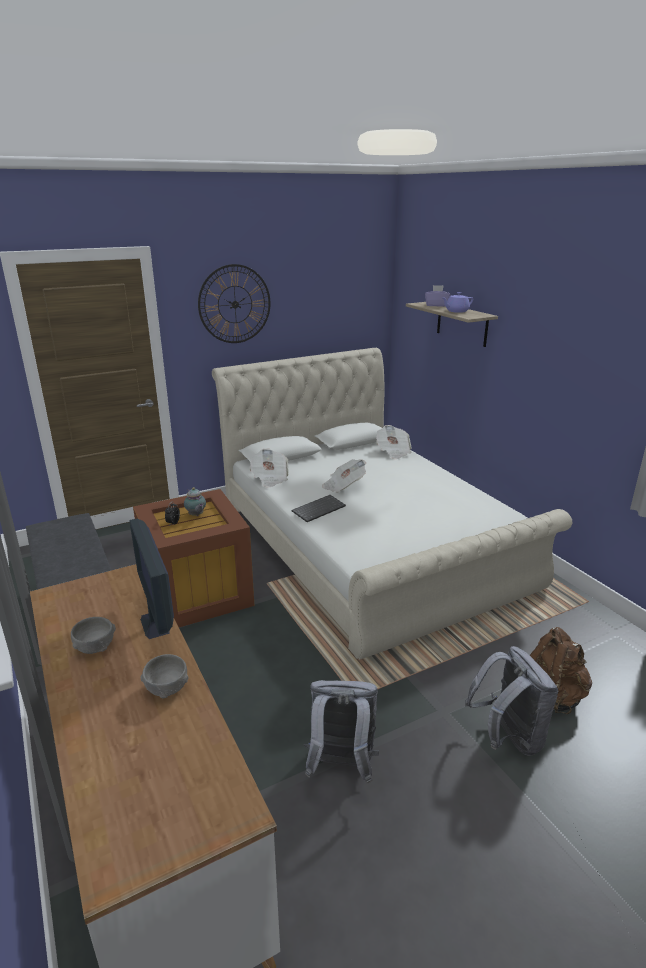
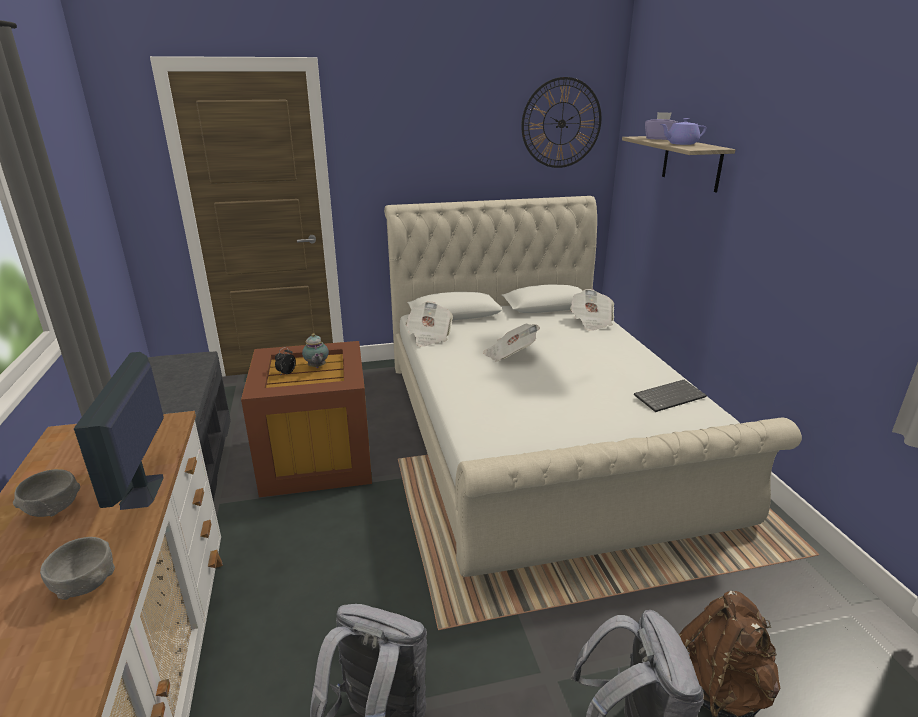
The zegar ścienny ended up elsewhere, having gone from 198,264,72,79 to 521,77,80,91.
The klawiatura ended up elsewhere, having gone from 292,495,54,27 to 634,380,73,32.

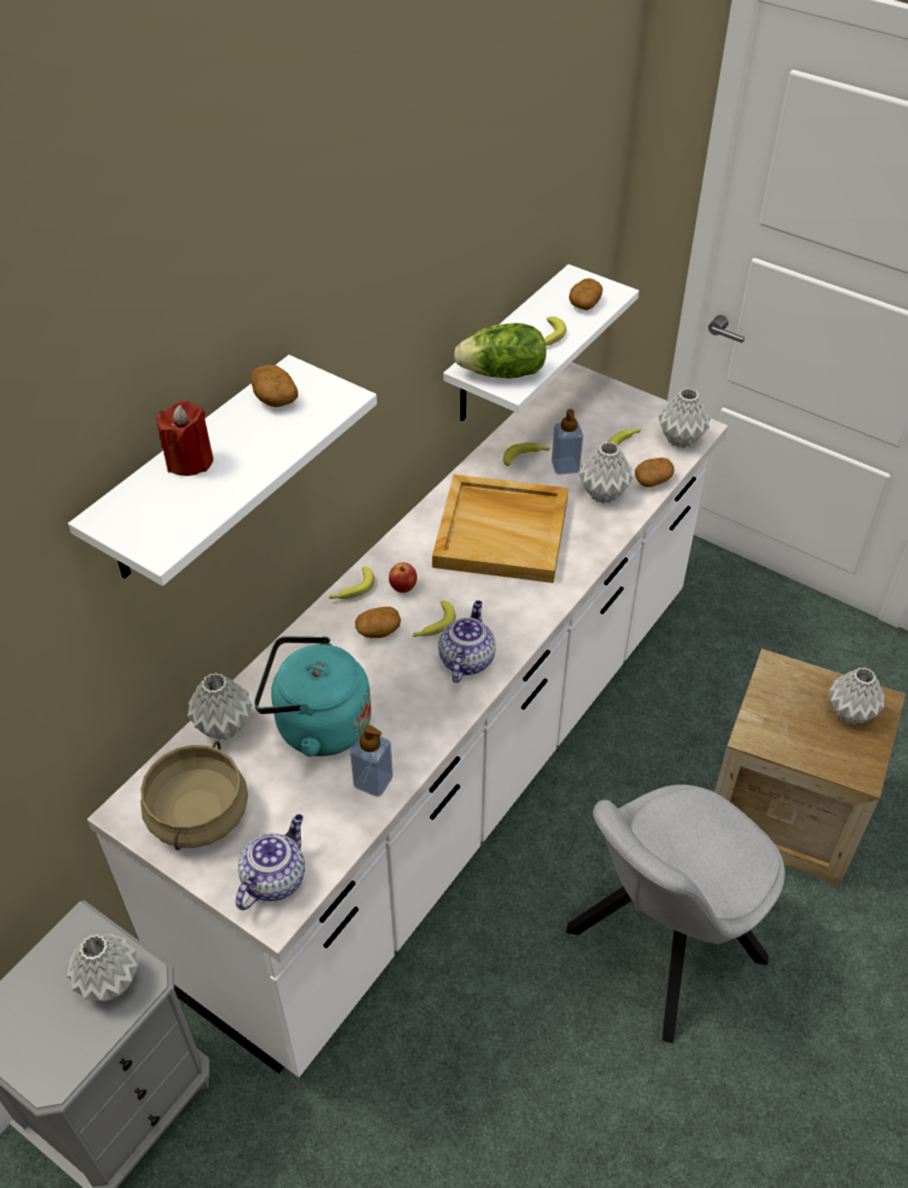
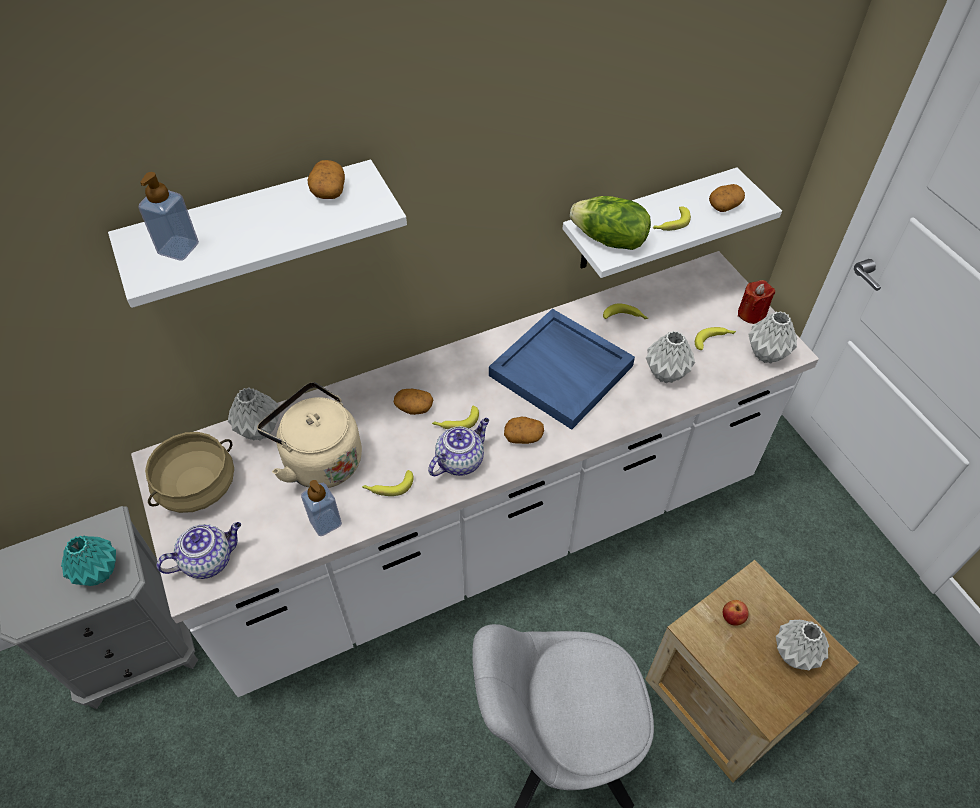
The świeca/czerwony ended up elsewhere, having gone from 157,401,56,75 to 738,280,37,44.
The dozownik mydła ended up elsewhere, having gone from 552,409,31,66 to 138,172,61,89.
The ziemniak ended up elsewhere, having gone from 635,458,39,29 to 504,417,40,27.
What was the taca/beżowy at 432,474,136,109 turned into the taca/niebieski at 489,309,146,121.
The jabłko ended up elsewhere, having gone from 389,562,28,31 to 723,600,26,26.
The banan ended up elsewhere, having gone from 329,567,45,32 to 362,470,52,26.
What was the czajnik/turkusowy at 254,636,117,121 turned into the czajnik/beżowy at 257,382,105,106.
What was the wazon/szary at 67,934,71,67 turned into the wazon/turkusowy at 61,536,55,50.

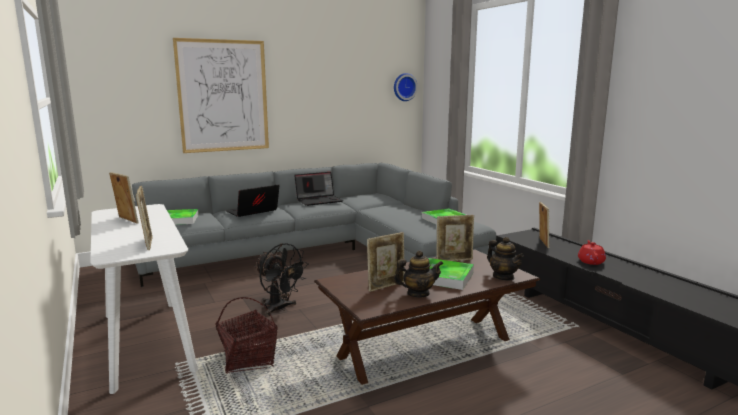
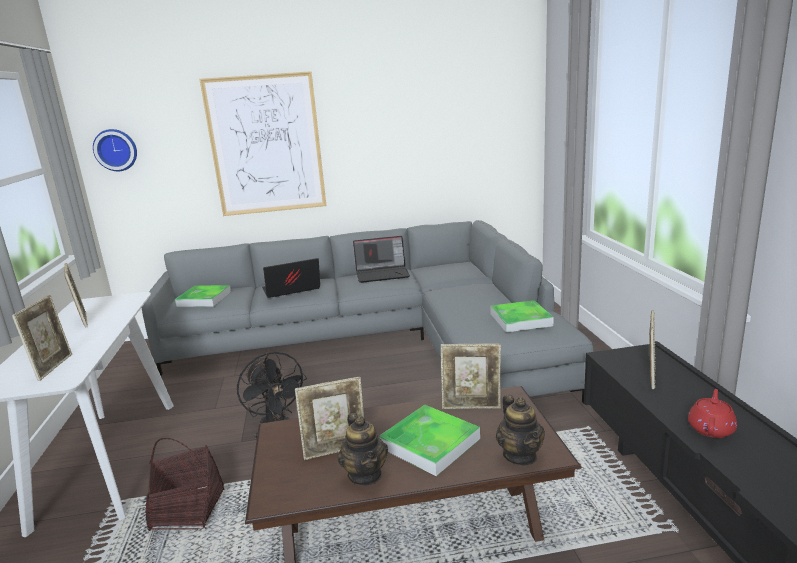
The zegar ścienny ended up elsewhere, having gone from 394,73,24,28 to 93,129,44,42.
The imbryk at 393,250,51,48 ended up facing another way, 60 degrees clockwise from before.

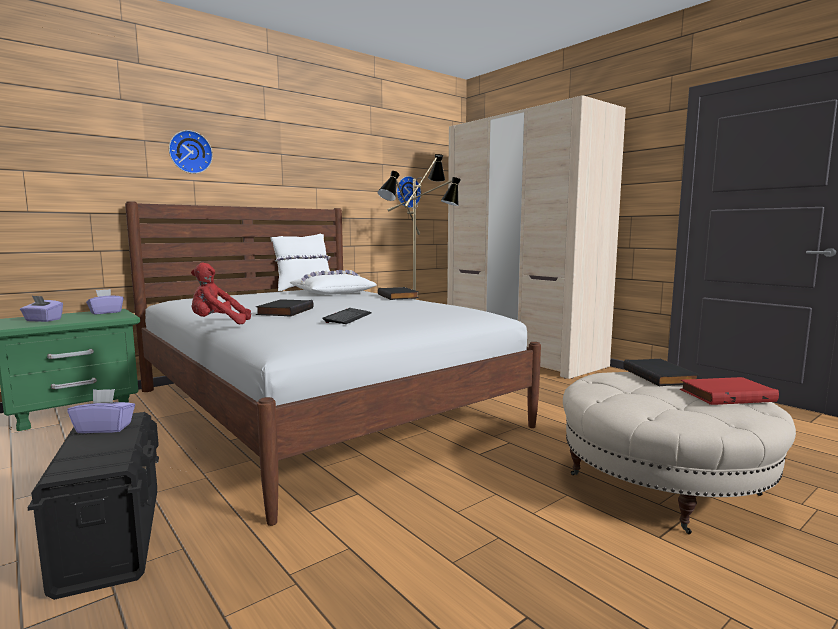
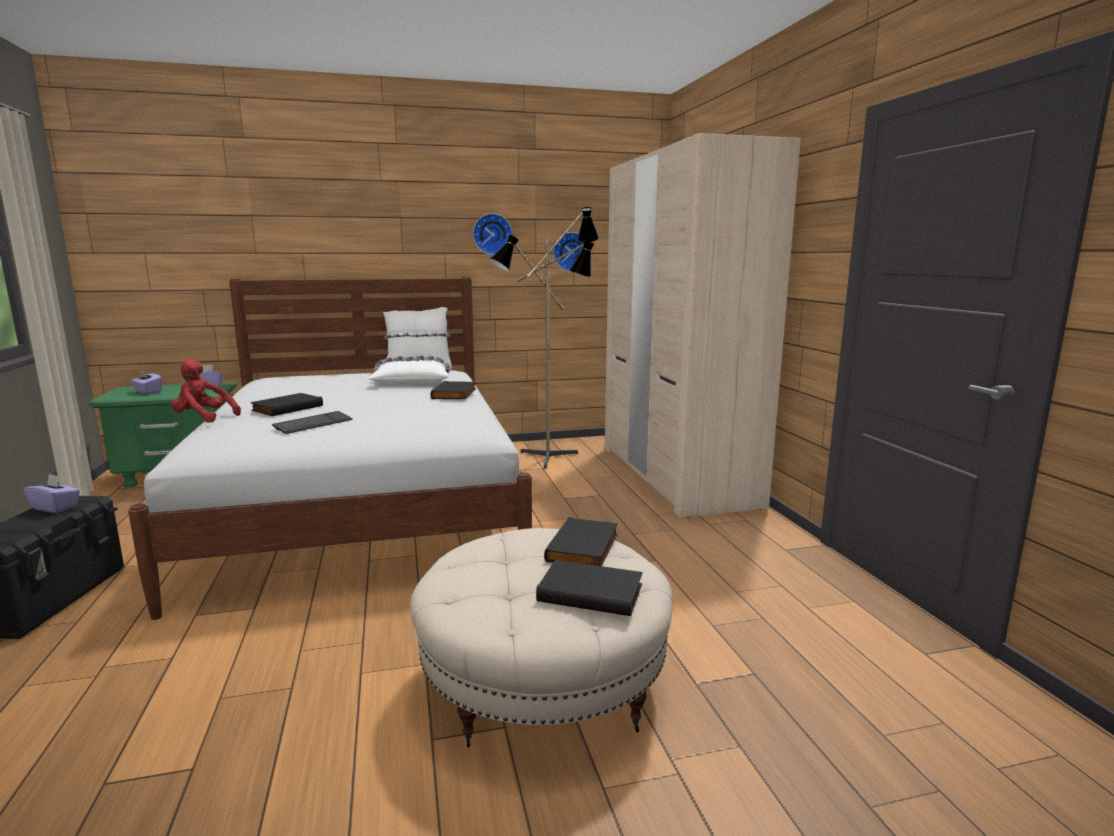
The zegar ścienny ended up elsewhere, having gone from 169,130,44,44 to 473,213,40,42.
What was the książka/czerwony at 680,377,99,28 turned into the książka/czarny at 536,560,107,56.

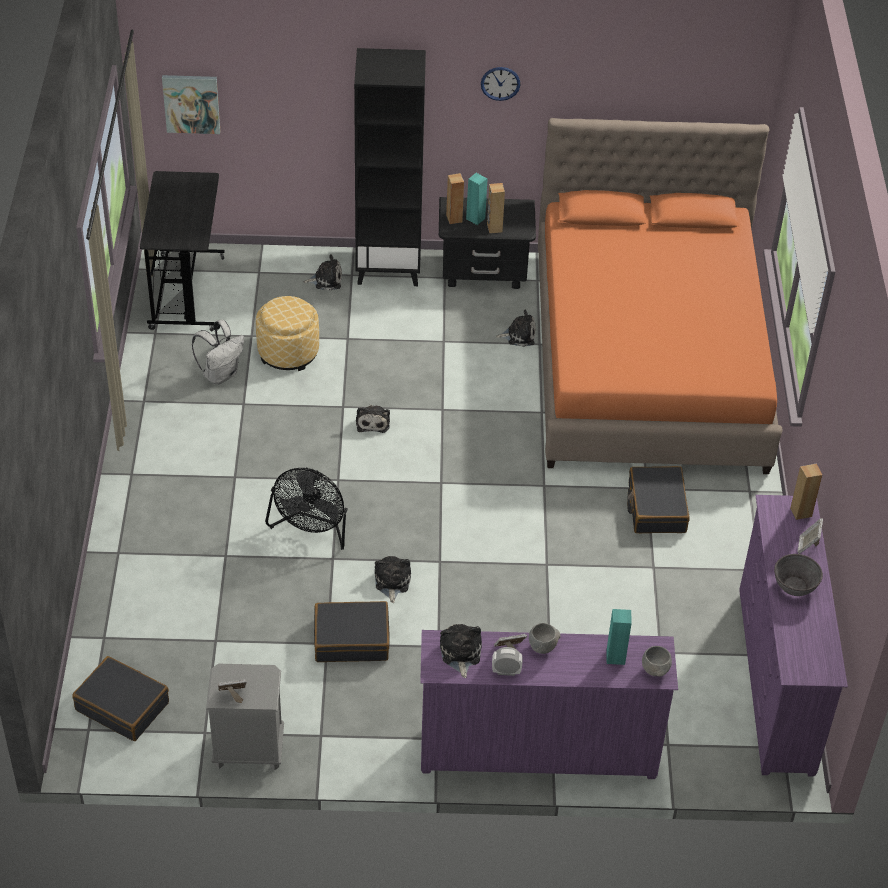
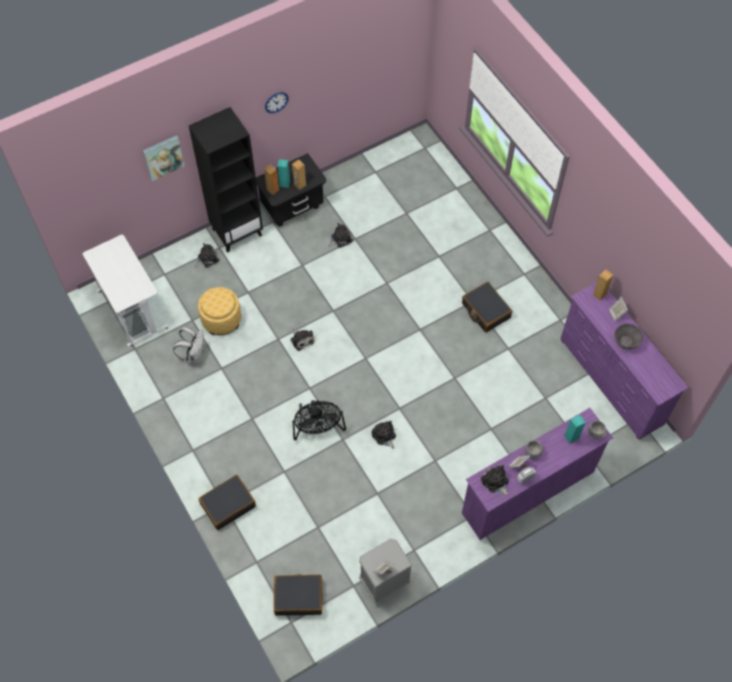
The obraz ended up elsewhere, having gone from 162,75,58,59 to 143,135,42,46.
The second view lost the łóżko/pomarańczowy at 538,118,245,356.
What was the biurko/czarny at 140,171,85,161 turned into the biurko/biały at 83,235,85,113.
The walizka/czarny ended up elsewhere, having gone from 314,601,76,61 to 198,475,58,55.

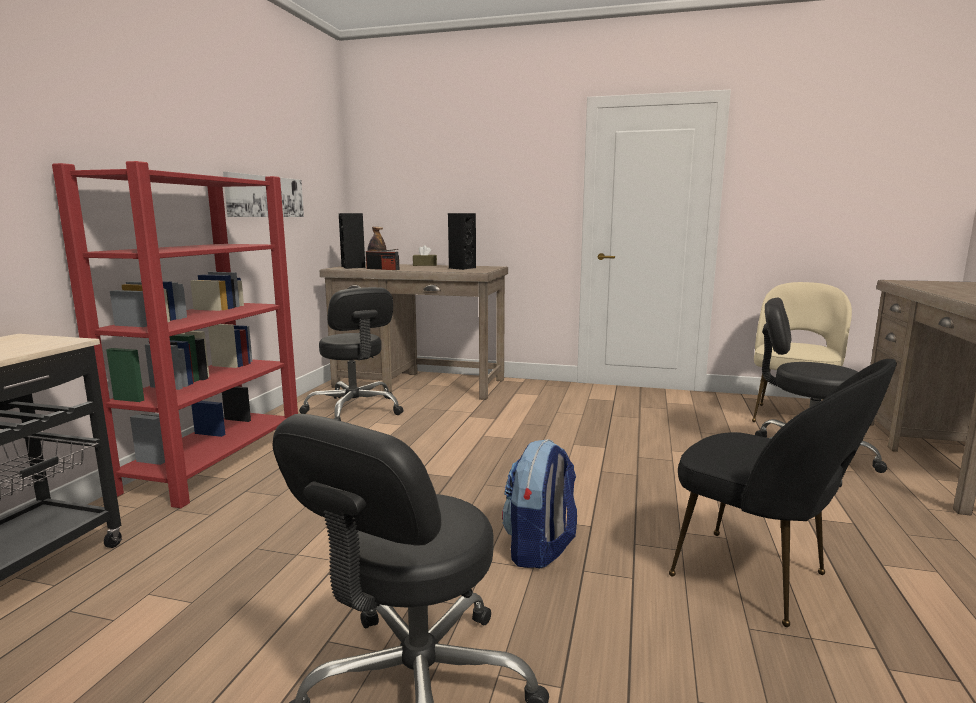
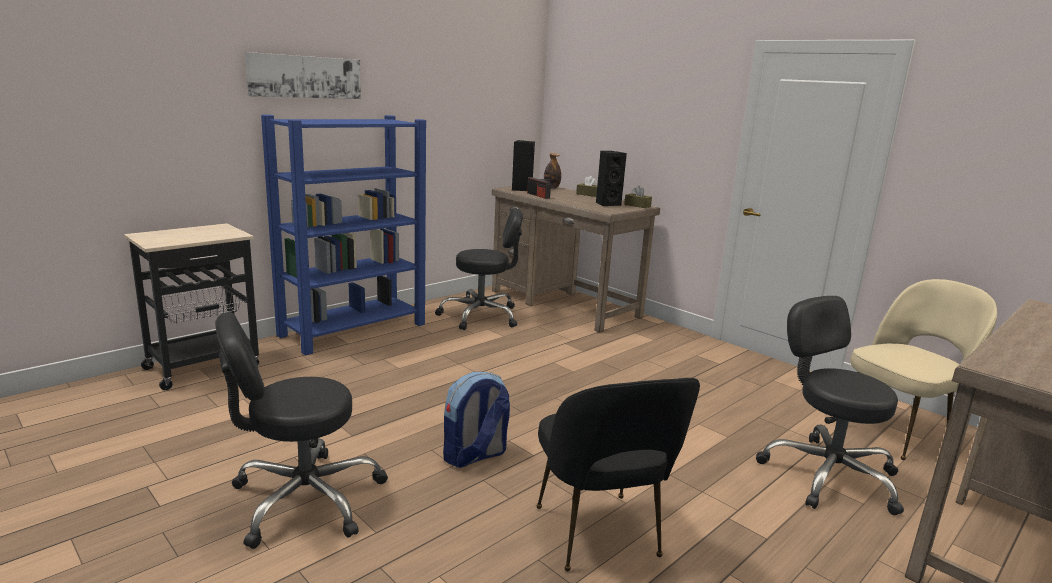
What was the regał/czerwony at 52,161,246,347 turned into the regał/niebieski at 261,115,165,240.
The obraz ended up elsewhere, having gone from 223,172,81,45 to 245,52,116,47.
The krzesło biurowe/czarny at 299,287,105,134 ended up facing another way, 90 degrees counterclockwise from before.
The second view gained the pudełko chusteczek/brązowy at 624,186,28,22.

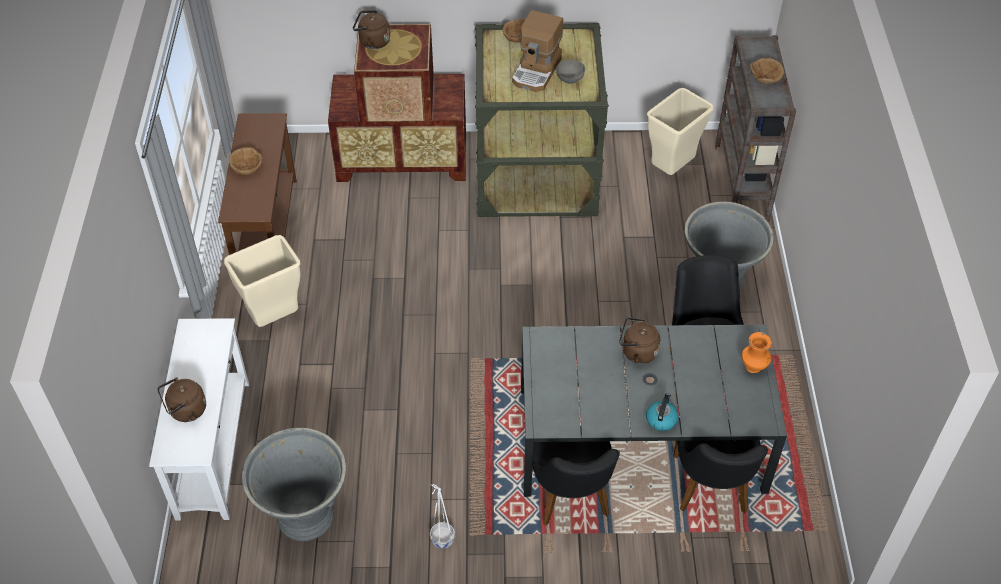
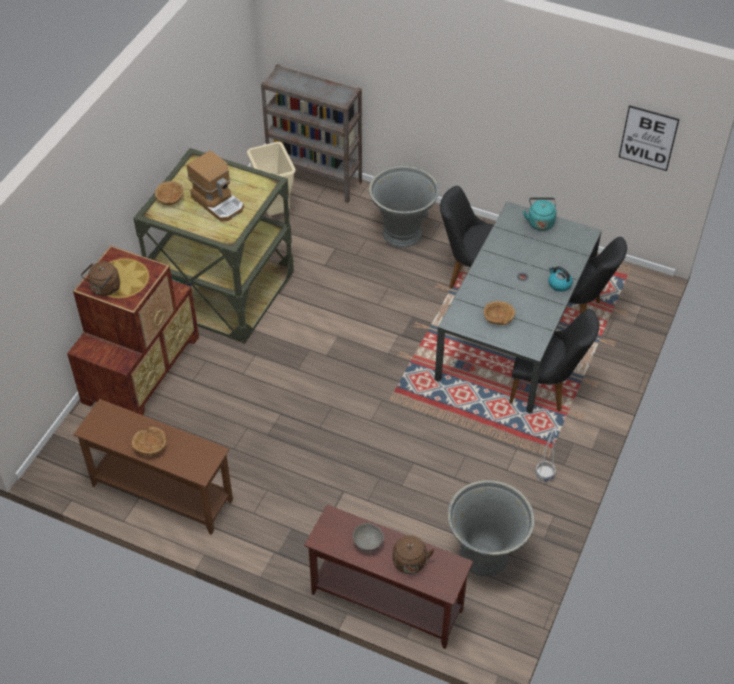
The miska/brązowy ended up elsewhere, having gone from 750,58,34,26 to 483,301,32,24.
The miska/szary ended up elsewhere, having gone from 556,60,29,23 to 353,523,31,28.
The second view lost the kosz na śmieci/beżowy at 224,235,76,92.
What was the stolik konsolowy/biały at 149,318,100,203 turned into the stolik konsolowy/brązowy at 304,505,169,144.
The second view lost the czajnik/brązowy at 619,318,41,46.
Where the wazon/pomarańczowy stood at 742,332,30,41, the czajnik/turkusowy came to stand at 523,198,33,33.
The second view gained the obraz at 619,105,61,66.

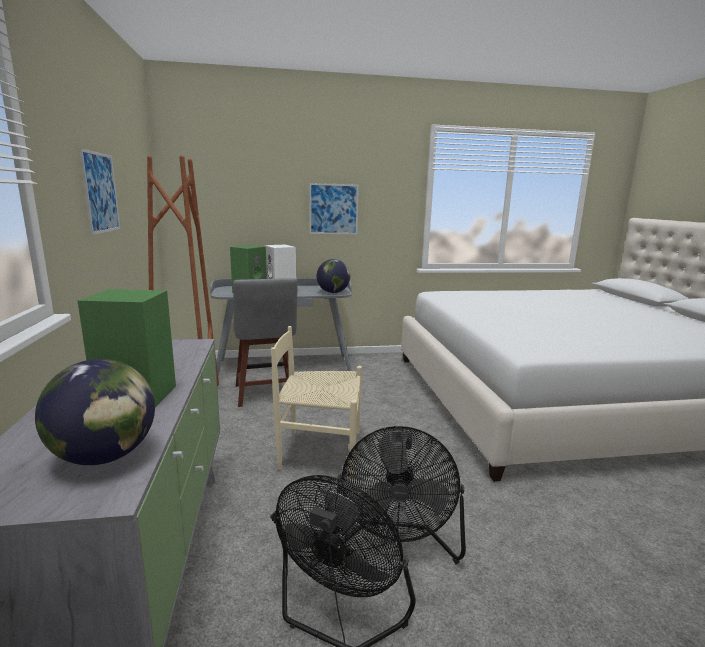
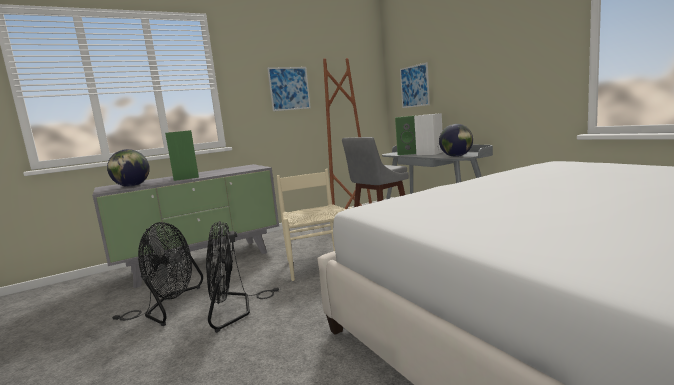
The obraz ended up elsewhere, having gone from 309,183,50,51 to 400,62,30,46.

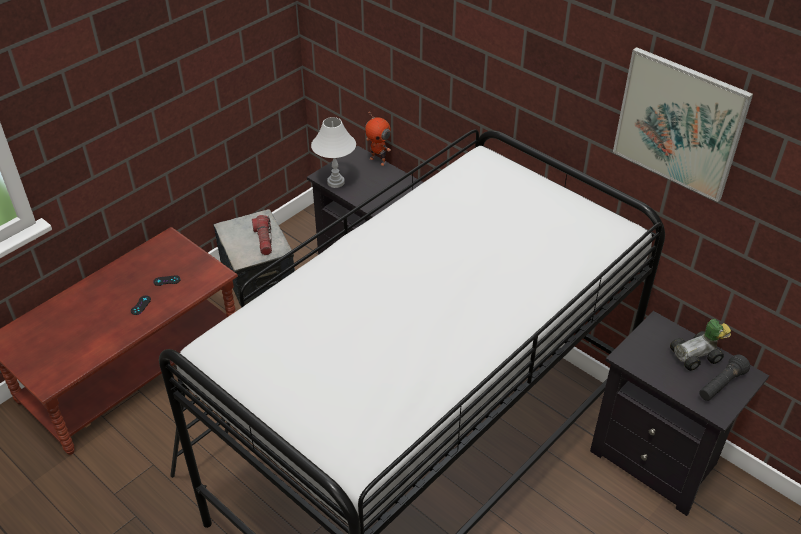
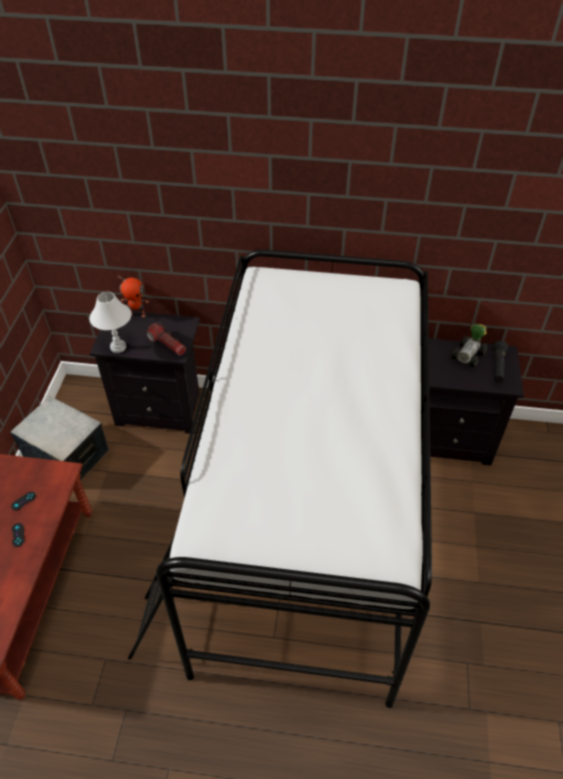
The second view lost the obraz at 613,47,140,155.
The latarka ended up elsewhere, having gone from 252,215,20,40 to 146,322,40,34.

